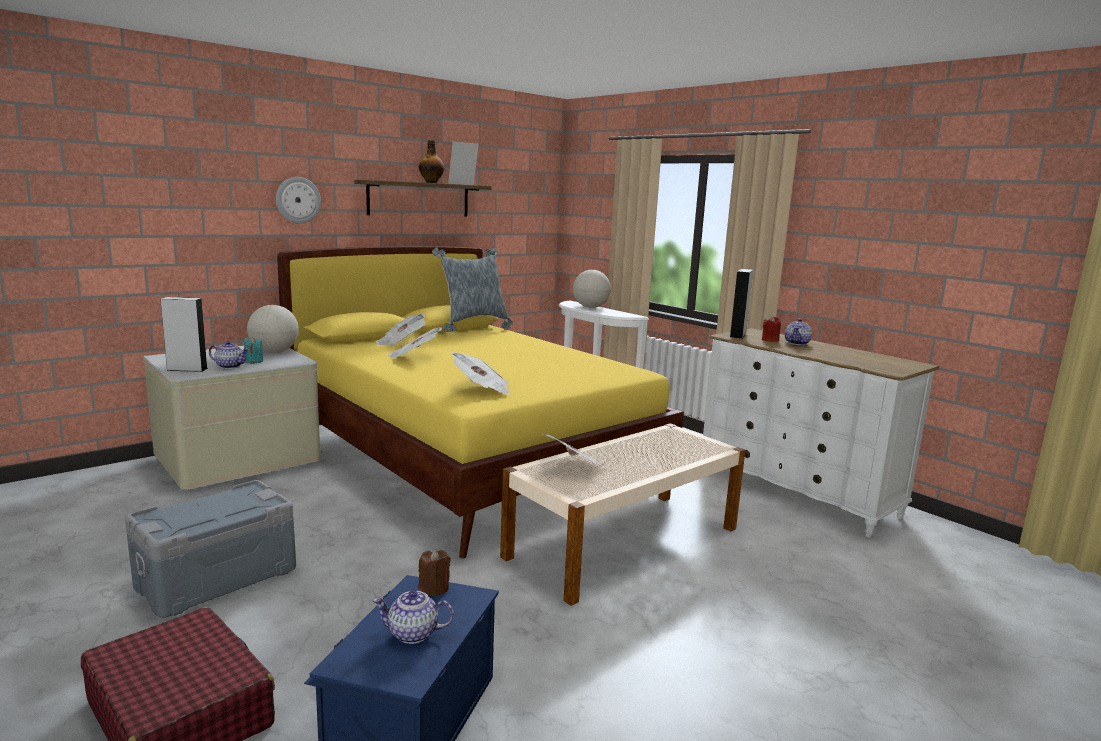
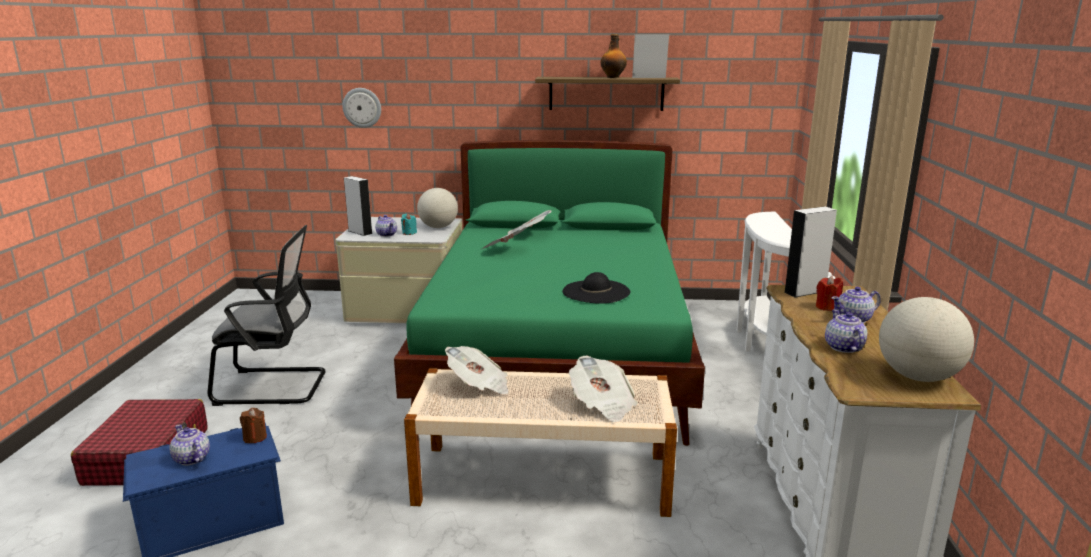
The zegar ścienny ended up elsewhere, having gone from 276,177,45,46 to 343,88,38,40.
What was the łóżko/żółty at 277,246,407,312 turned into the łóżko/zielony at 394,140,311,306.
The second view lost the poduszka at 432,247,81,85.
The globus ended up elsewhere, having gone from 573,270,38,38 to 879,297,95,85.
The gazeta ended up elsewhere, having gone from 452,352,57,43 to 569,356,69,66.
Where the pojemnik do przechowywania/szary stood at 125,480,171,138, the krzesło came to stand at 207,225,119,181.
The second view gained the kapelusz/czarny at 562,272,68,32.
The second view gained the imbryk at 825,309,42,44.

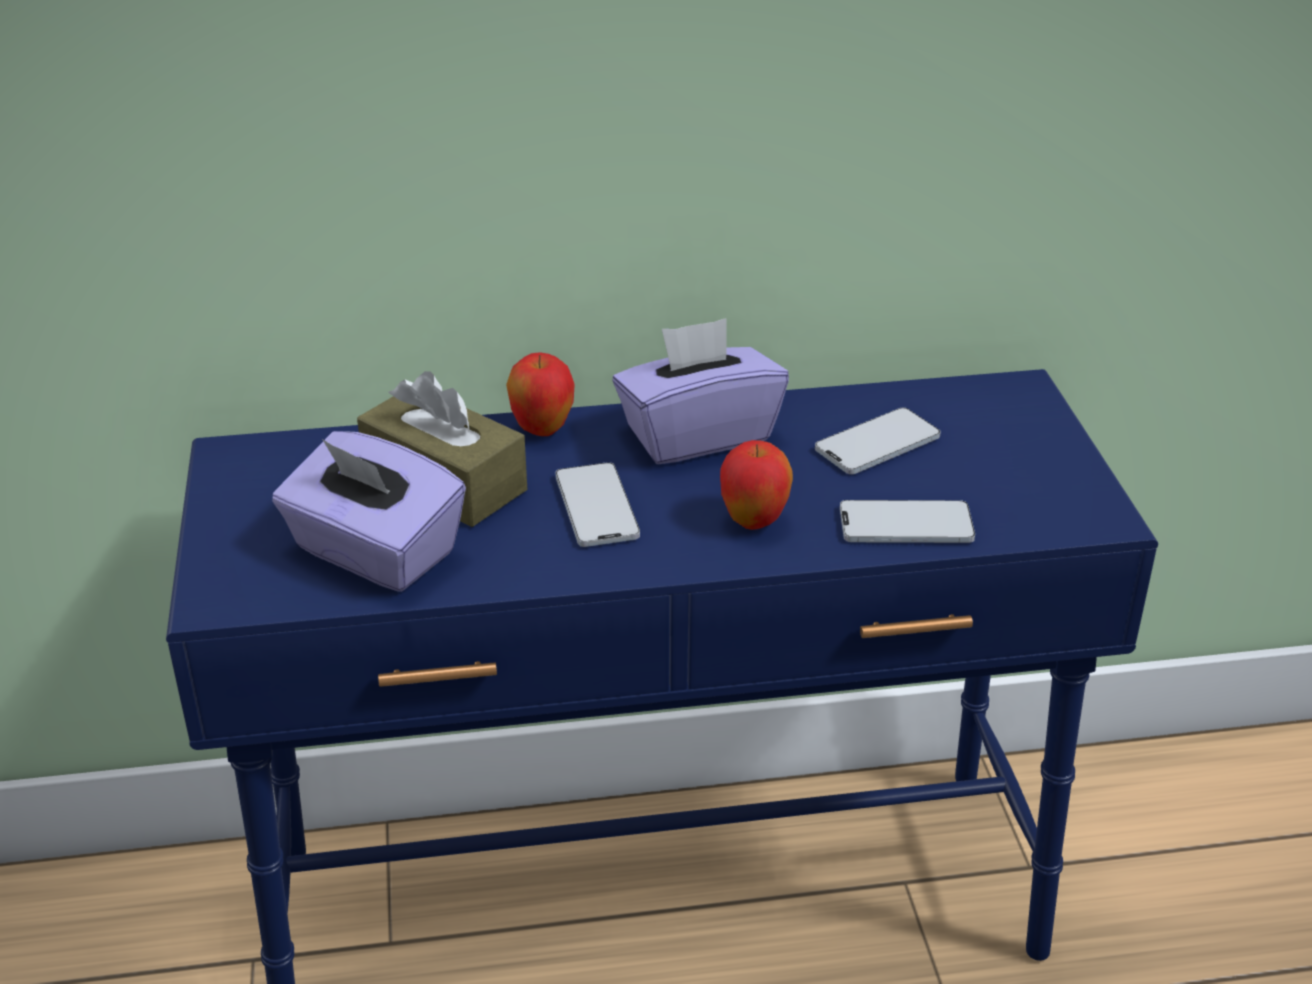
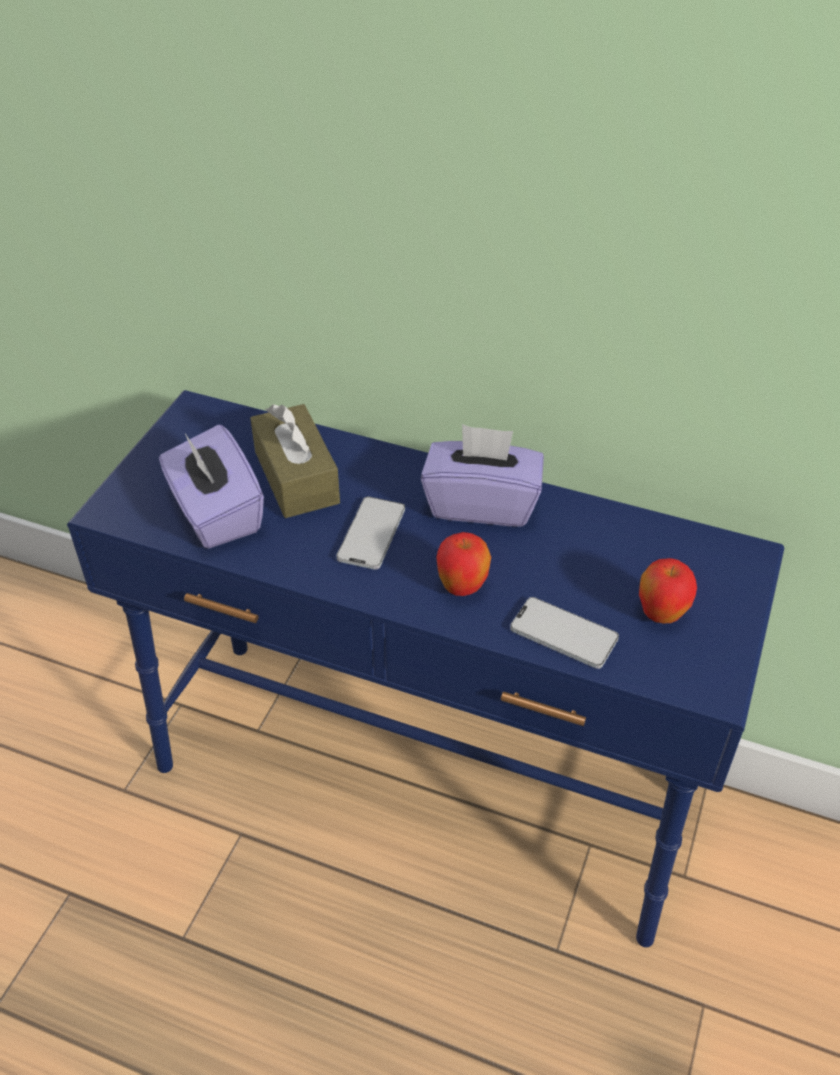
The jabłko ended up elsewhere, having gone from 506,352,69,84 to 639,558,58,65.
The second view lost the telefon at 815,407,126,68.

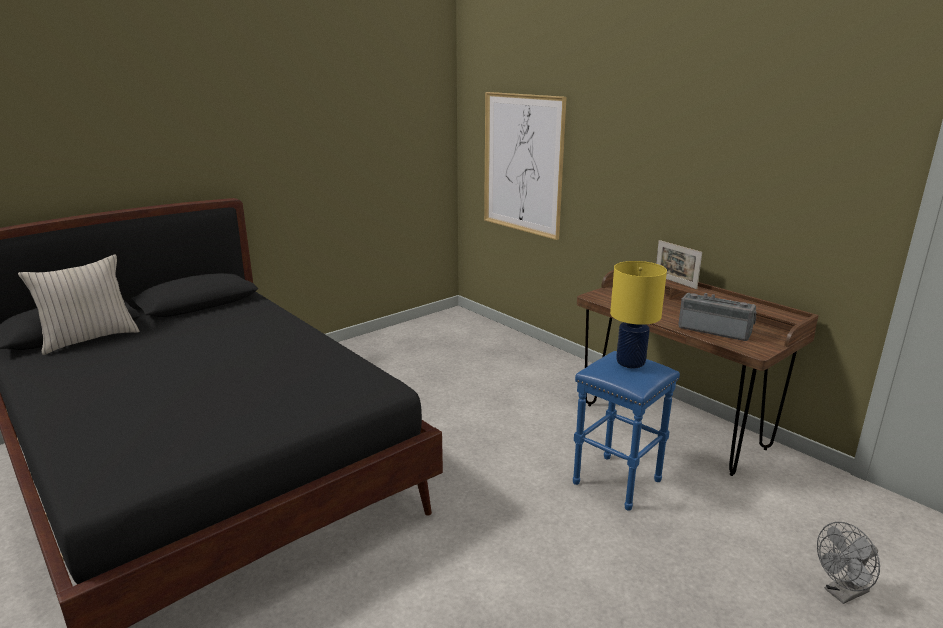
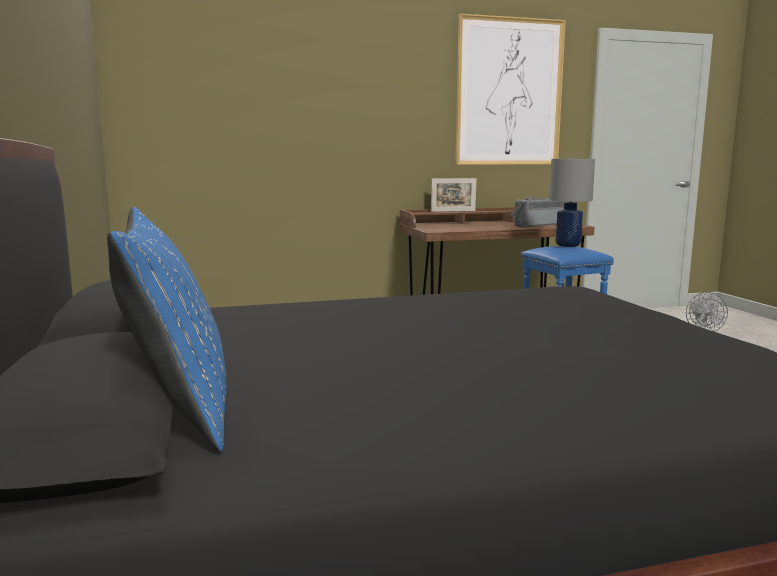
The obraz ended up elsewhere, having gone from 484,92,83,148 to 455,14,111,151.
What was the poduszka/beżowy at 18,254,122,101 turned into the poduszka/niebieski at 107,207,119,245.
What was the lampa stołowa/żółty at 610,261,57,108 turned into the lampa stołowa/szary at 549,158,46,89.

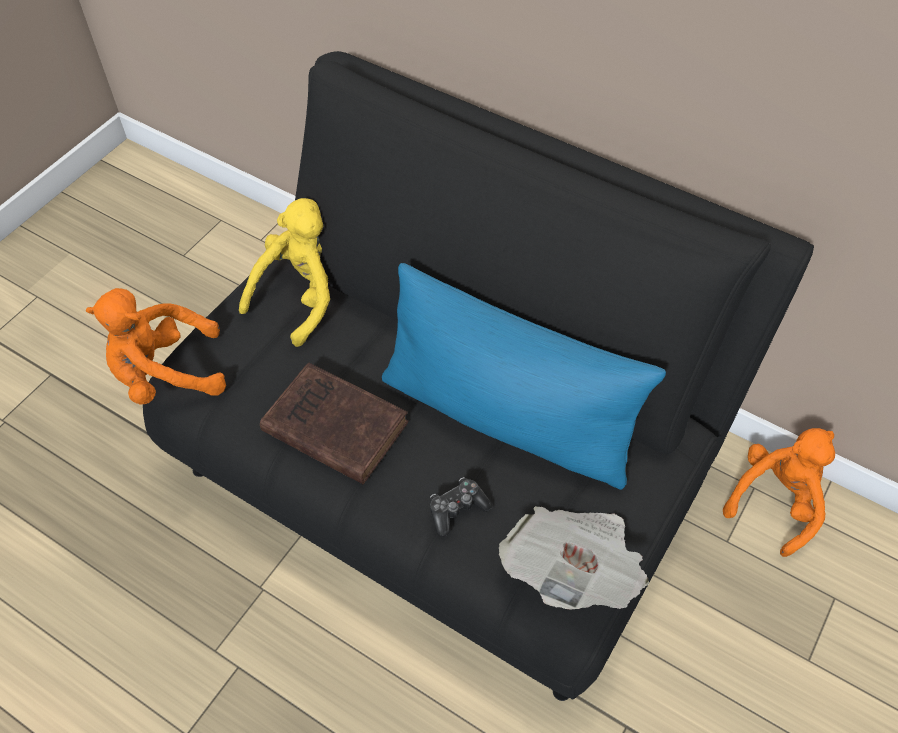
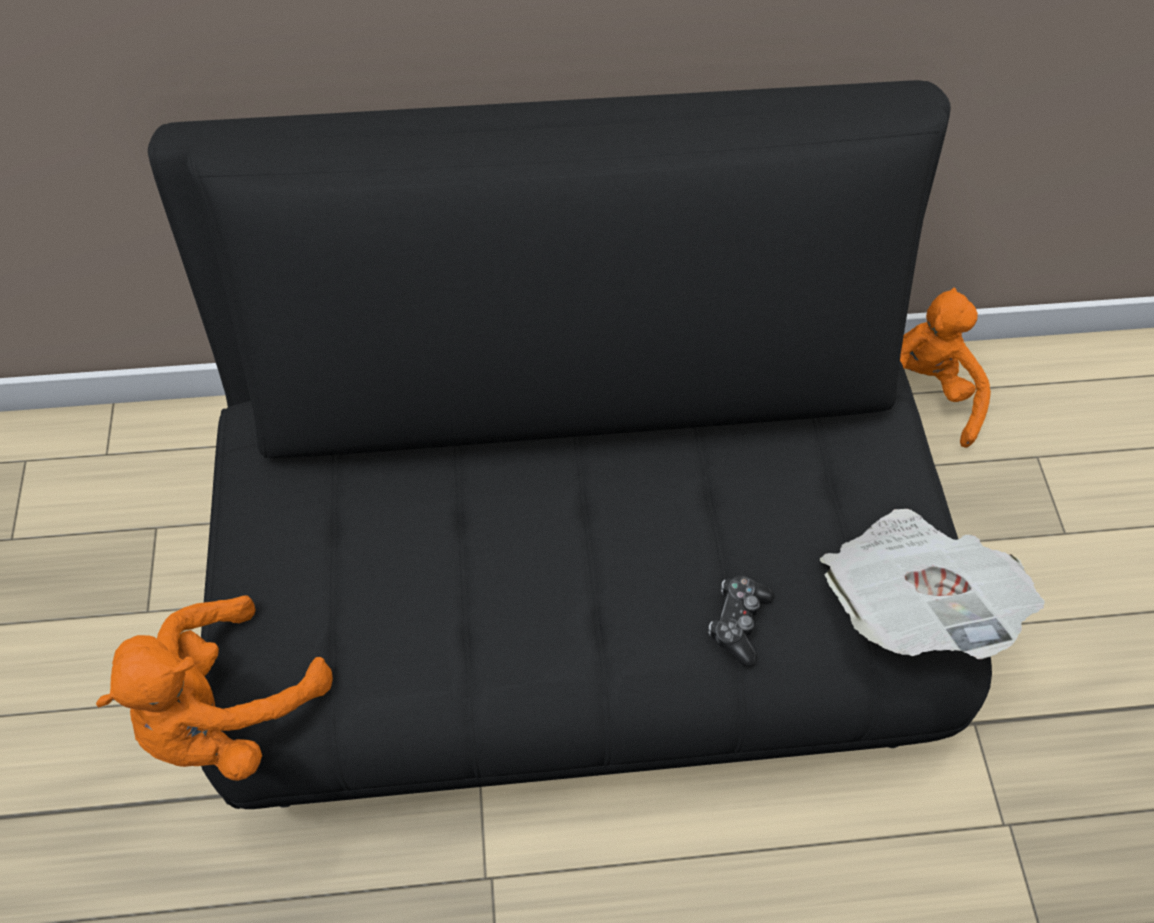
The second view lost the pluszak/żółty at 239,198,91,149.
The second view lost the poduszka/niebieski at 382,263,284,227.
The second view lost the książka/brązowy at 260,362,149,122.

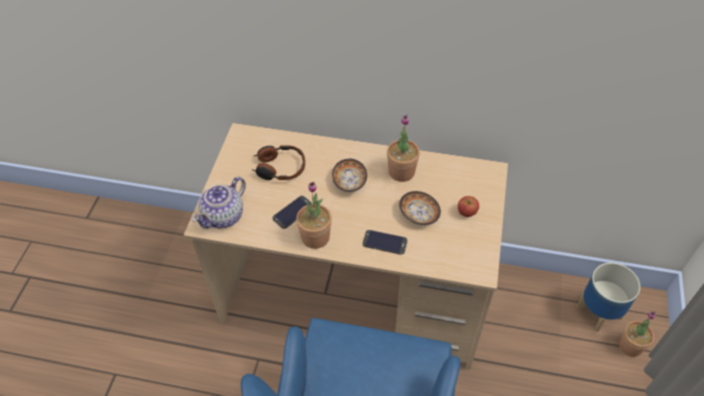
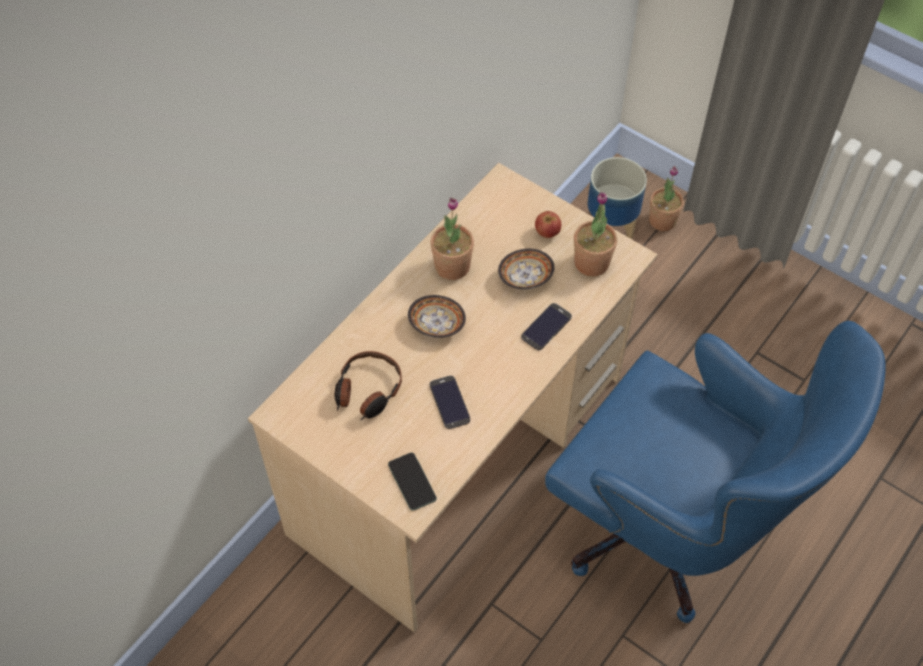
Where the imbryk stood at 192,177,54,52, the telefon came to stand at 388,453,49,58.
The roślina doniczkowa ended up elsewhere, having gone from 296,182,36,67 to 574,192,43,85.

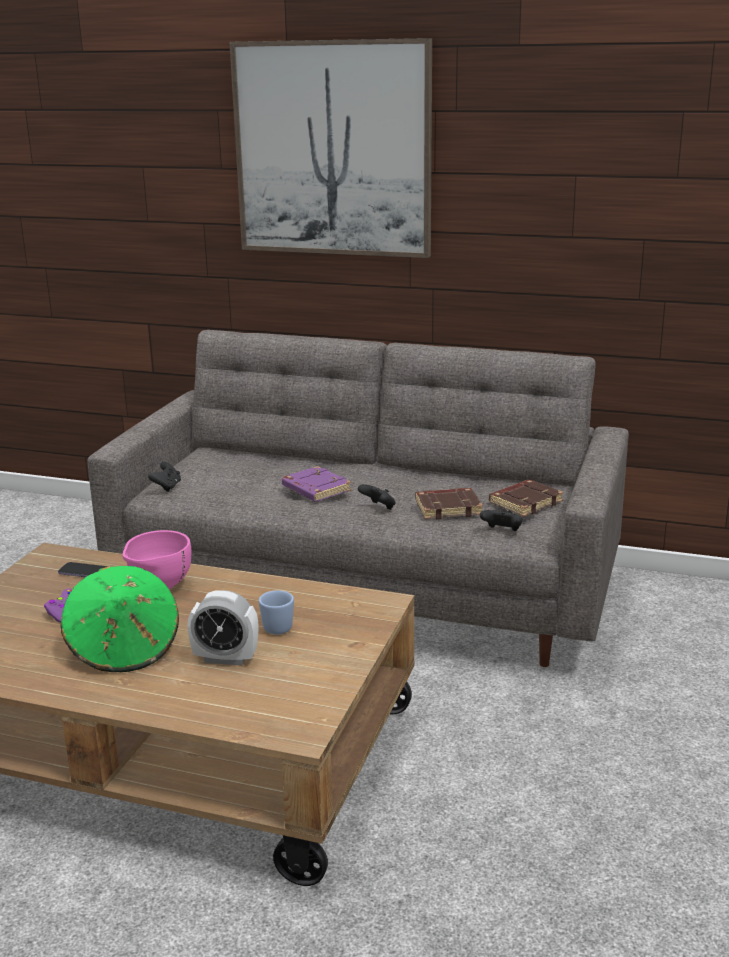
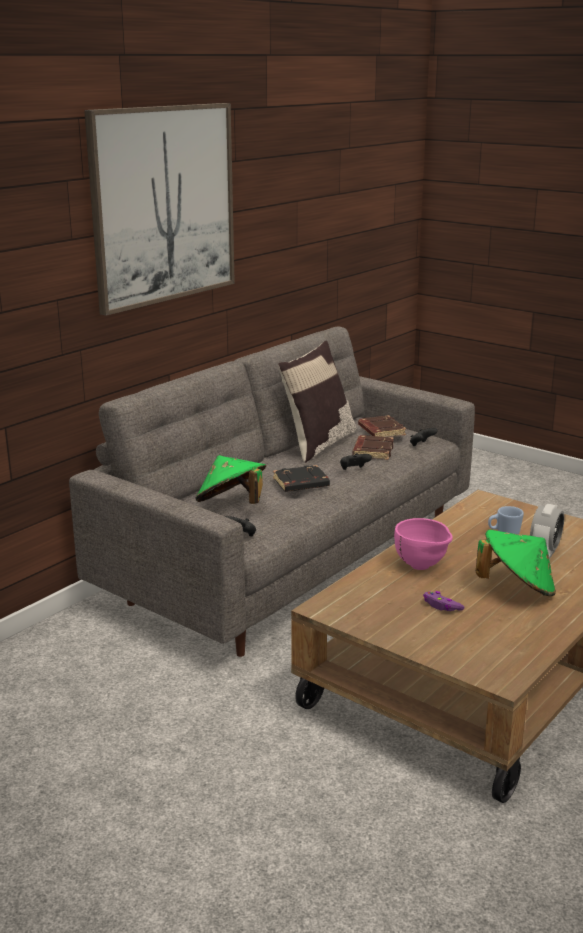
What was the książka/fioletowy at 282,466,69,35 turned into the książka/czarny at 273,465,57,27.
The second view lost the telefon at 58,562,50,15.
The second view gained the poduszka at 278,341,78,122.
The second view gained the kapelusz/zielony at 196,455,70,49.

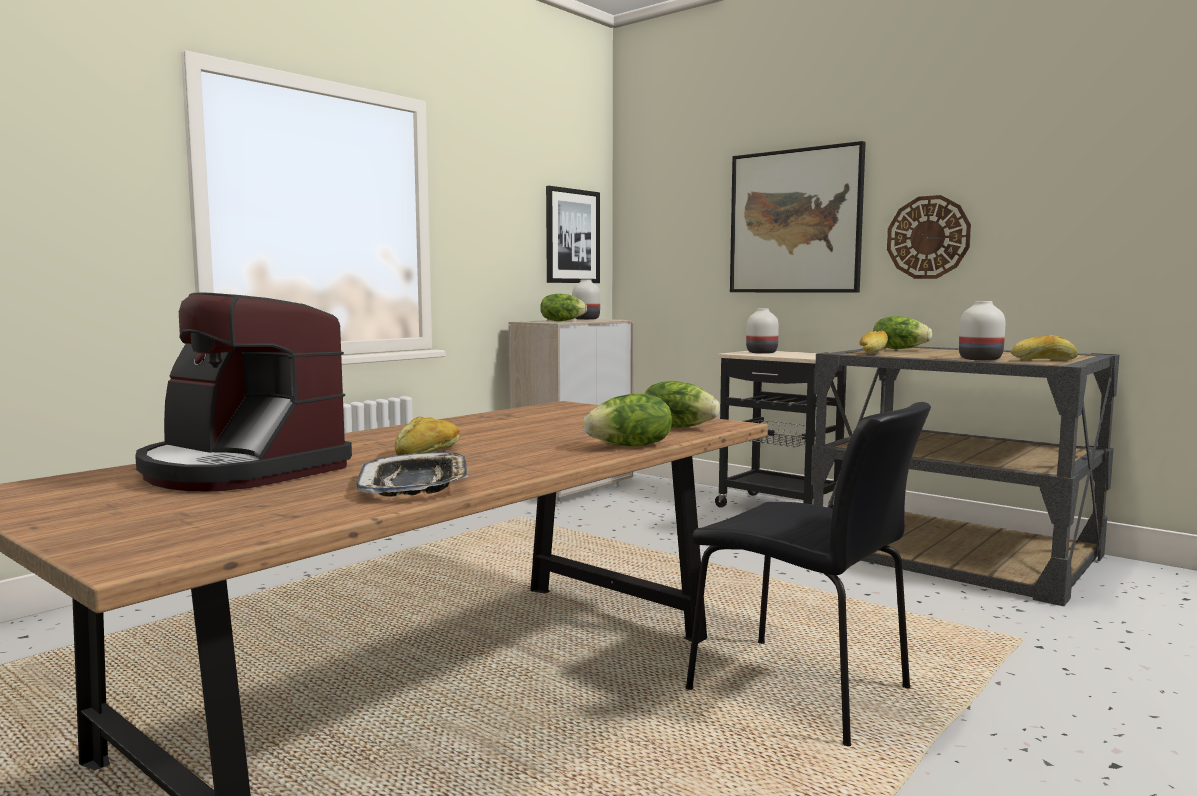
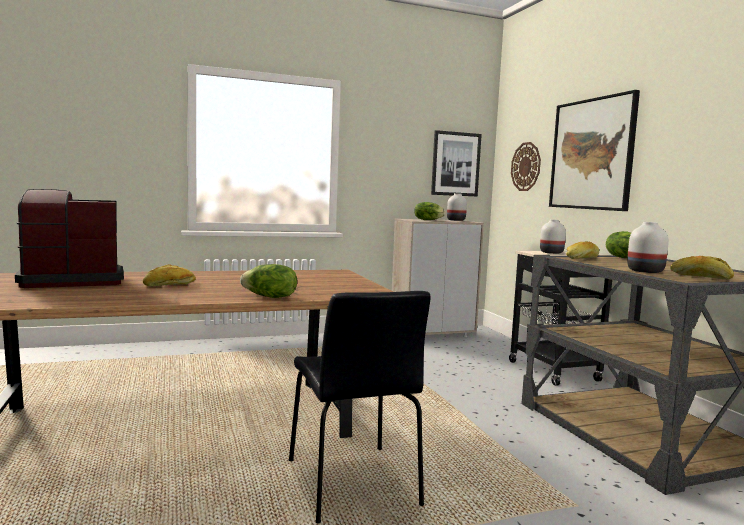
The zegar ścienny ended up elsewhere, having gone from 887,195,84,84 to 511,142,30,49.
The ekspres do kawy at 135,292,217,199 ended up facing another way, 90 degrees clockwise from before.
The second view lost the sałata at 644,381,76,46.
The second view lost the taca at 356,452,112,44.

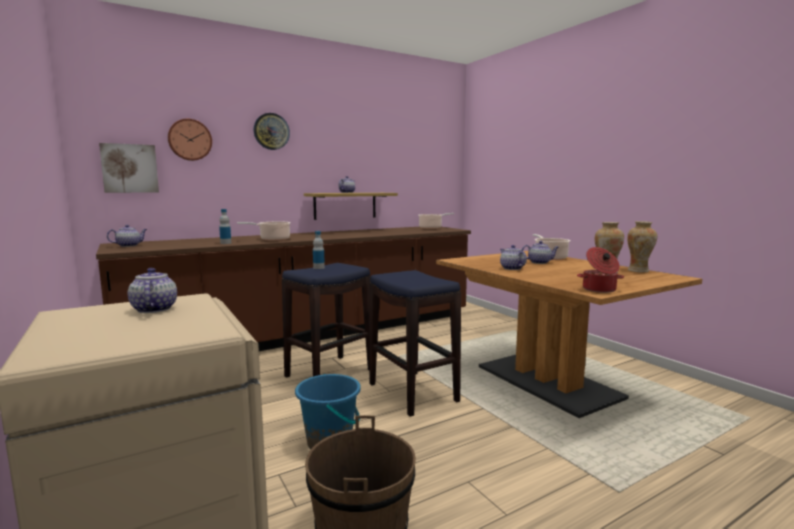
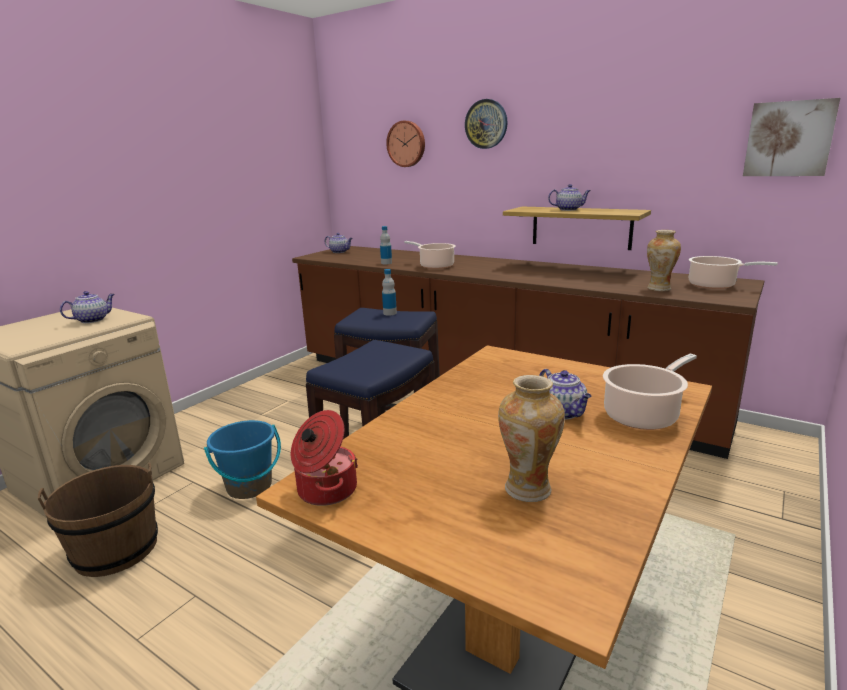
The obraz ended up elsewhere, having gone from 99,143,60,50 to 743,98,97,78.
The wazon ended up elsewhere, having gone from 627,221,30,52 to 647,230,34,61.
The second view lost the imbryk at 500,245,27,25.

